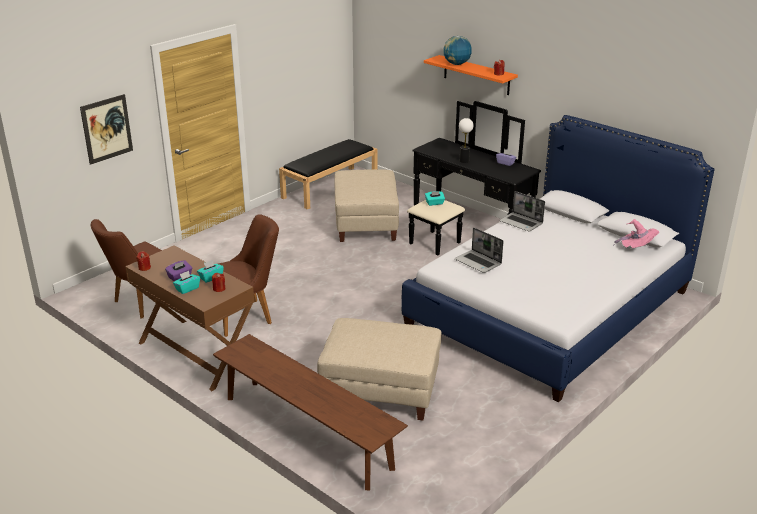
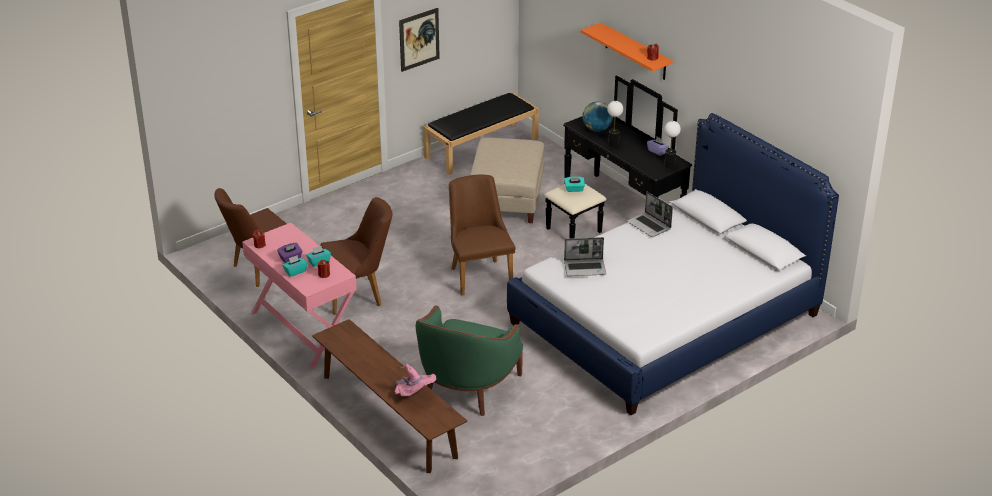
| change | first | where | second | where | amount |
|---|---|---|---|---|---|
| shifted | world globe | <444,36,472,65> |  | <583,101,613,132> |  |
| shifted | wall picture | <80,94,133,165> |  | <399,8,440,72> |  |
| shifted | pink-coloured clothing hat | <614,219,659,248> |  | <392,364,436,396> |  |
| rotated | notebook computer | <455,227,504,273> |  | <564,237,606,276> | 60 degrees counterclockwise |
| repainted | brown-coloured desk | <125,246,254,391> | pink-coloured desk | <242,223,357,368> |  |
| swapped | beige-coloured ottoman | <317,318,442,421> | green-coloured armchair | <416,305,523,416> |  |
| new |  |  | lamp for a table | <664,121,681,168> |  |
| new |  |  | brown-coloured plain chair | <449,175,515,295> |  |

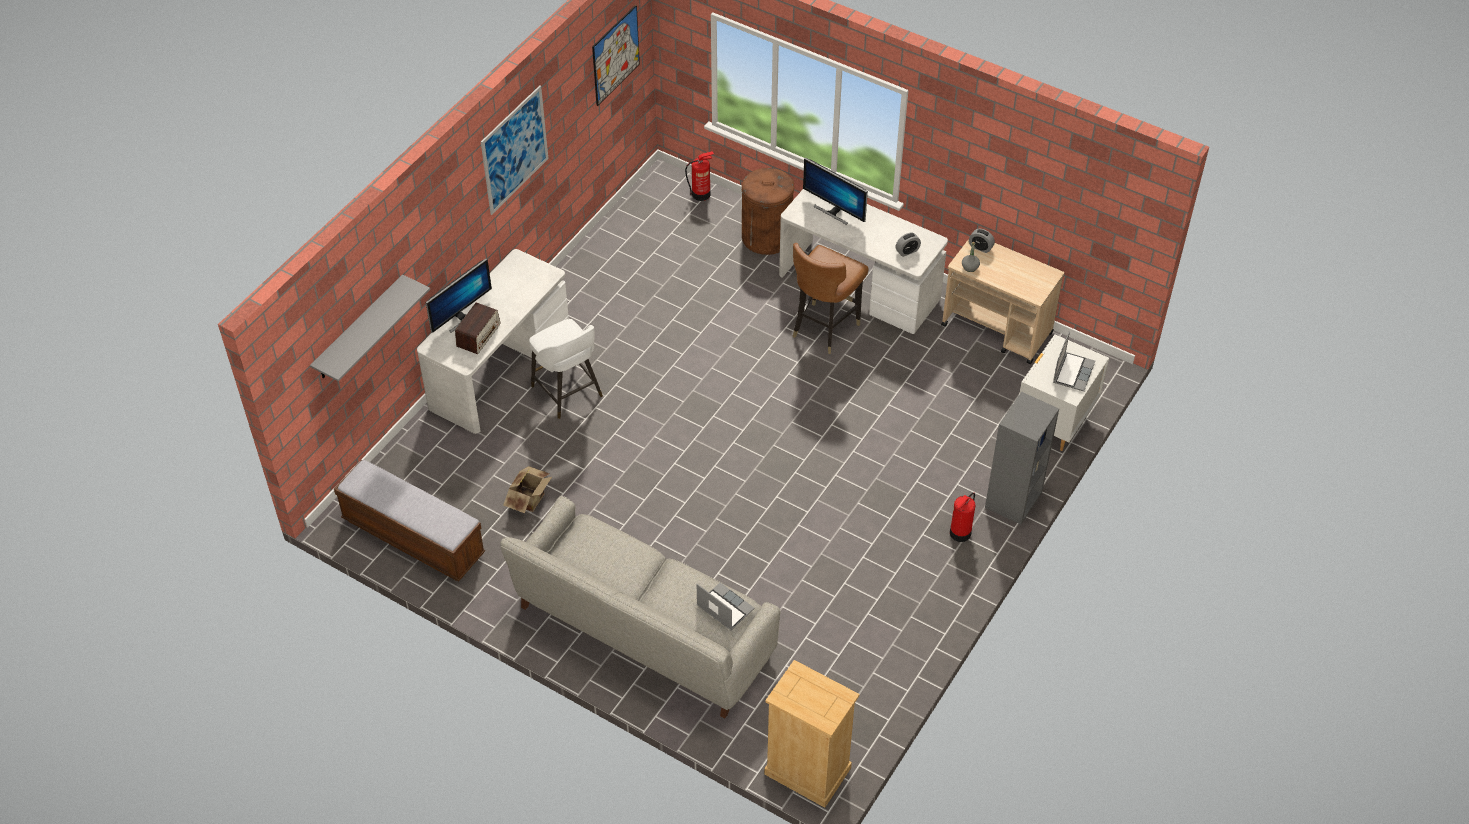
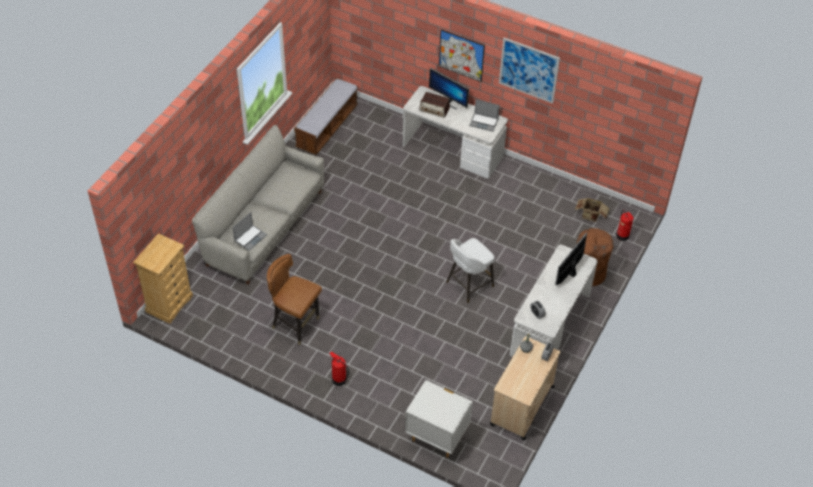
| change | first | where | second | where | amount |
|---|---|---|---|---|---|
| shifted | wall picture | <592,5,640,106> |  | <439,29,485,82> |  |
| shifted | brown-coloured plain chair | <792,243,869,354> |  | <267,254,322,345> |  |
| gone | greyish wall shelf | <310,274,430,381> |  |  |  |
| shifted | whitish stool | <529,319,603,419> |  | <446,238,495,303> |  |
| shifted | notebook computer | <1053,331,1095,392> |  | <469,100,500,132> |  |
| gone | greyish bookshelf | <985,392,1059,525> |  |  |  |
| shifted | carton | <503,466,552,513> |  | <575,198,610,222> |  |

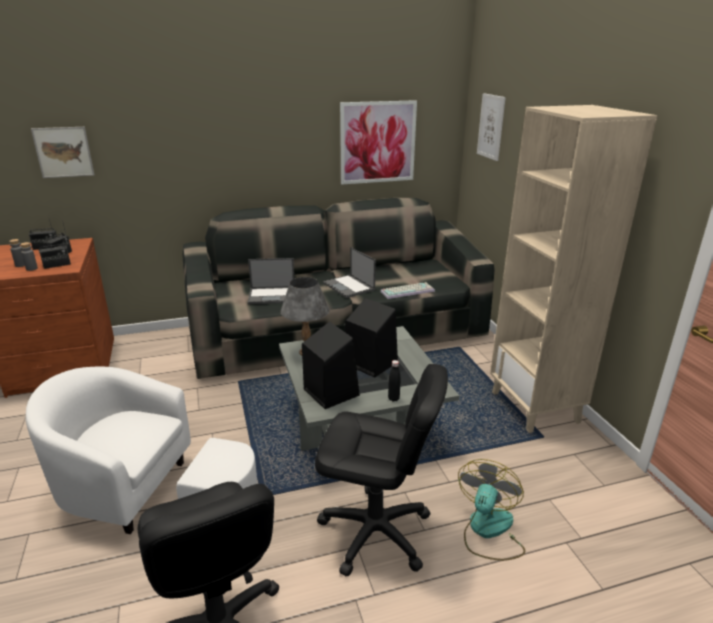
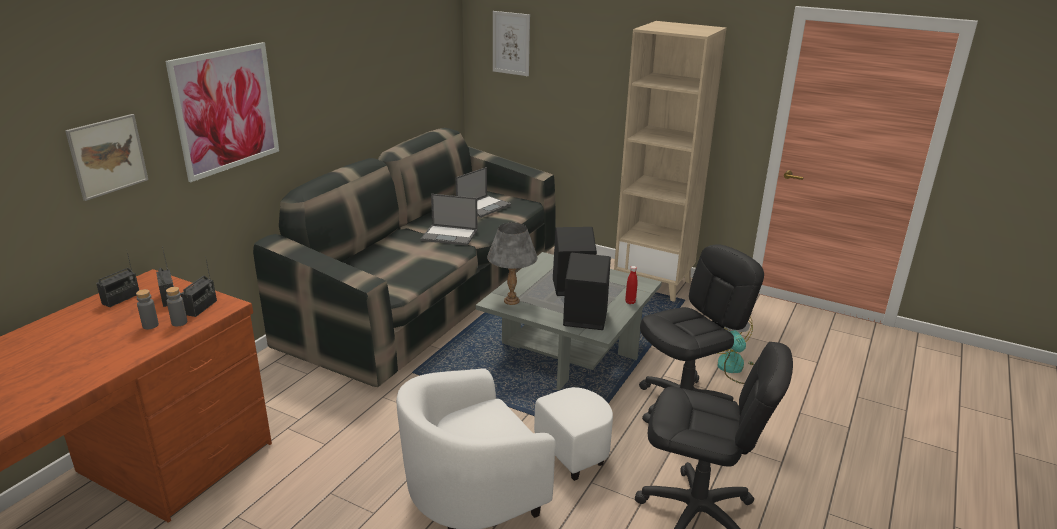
| change | first | where | second | where | amount |
|---|---|---|---|---|---|
| shifted | wall picture | <340,100,417,185> |  | <165,42,279,182> |  |
| shifted | notebook computer | <248,258,294,304> |  | <456,167,511,218> |  |
| gone | keyboard | <380,282,435,299> |  |  |  |
| repainted | black drink bottle | <388,360,401,402> | red-coloured drink bottle | <625,266,637,304> |  |

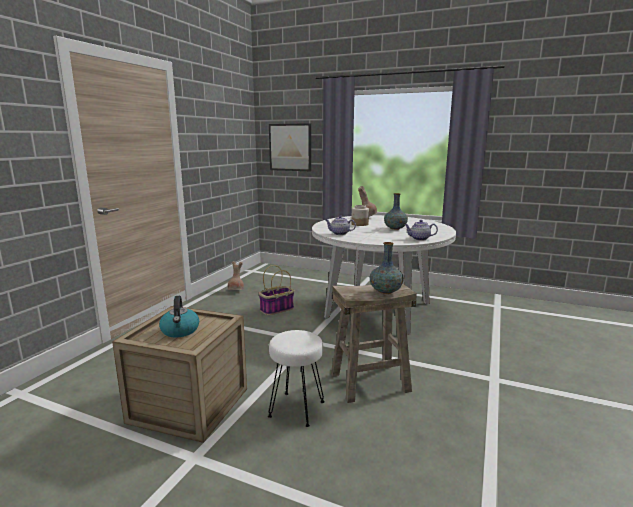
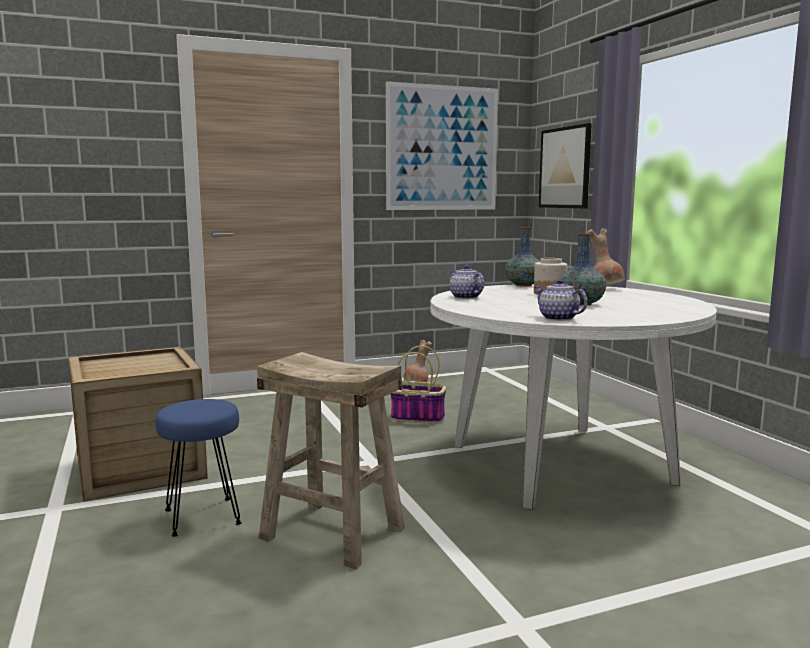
| change | first | where | second | where | amount |
|---|---|---|---|---|---|
| shifted | flower vase | <370,242,404,294> |  | <505,227,540,287> |  |
| gone | kettle | <159,296,199,338> |  |  |  |
| repainted | whitish stool | <268,330,325,427> | bluish stool | <156,399,242,537> |  |
| new |  |  | wall picture | <386,81,498,210> |  |

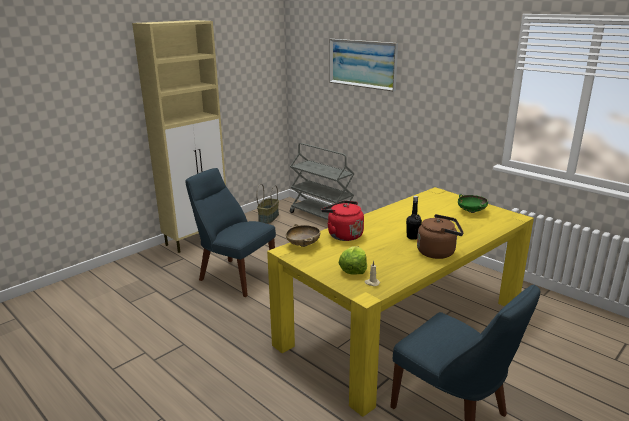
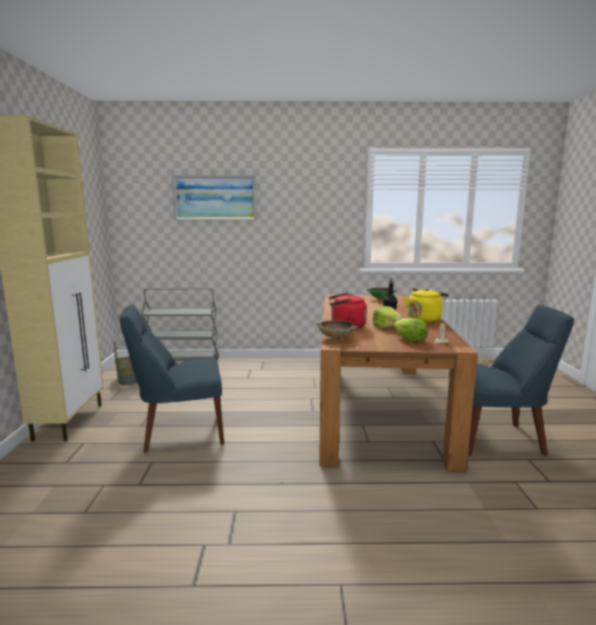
| change | first | where | second | where | amount |
|---|---|---|---|---|---|
| repainted | yellowish dinner table | <267,187,534,417> | brown-coloured dinner table | <319,294,478,472> |  |
| repainted | brown-coloured kettle | <417,214,464,259> | yellowish kettle | <404,288,449,322> |  |
| new |  |  | head of lettuce | <373,306,402,328> |  |

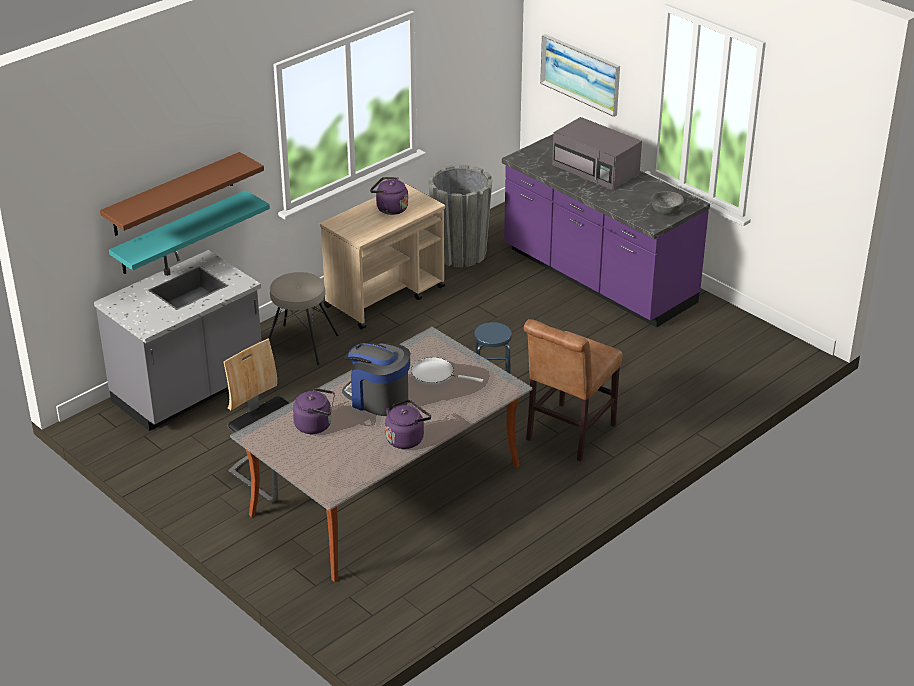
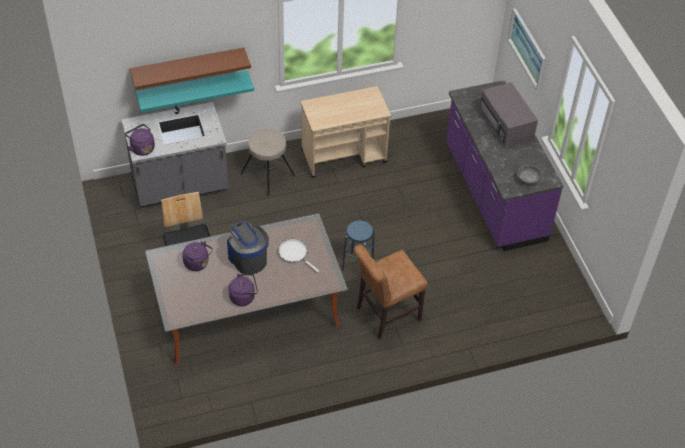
| change | first | where | second | where | amount |
|---|---|---|---|---|---|
| gone | greyish planter | <428,164,492,267> |  |  |  |
| shifted | purple kettle | <370,177,408,215> |  | <125,124,155,156> |  |

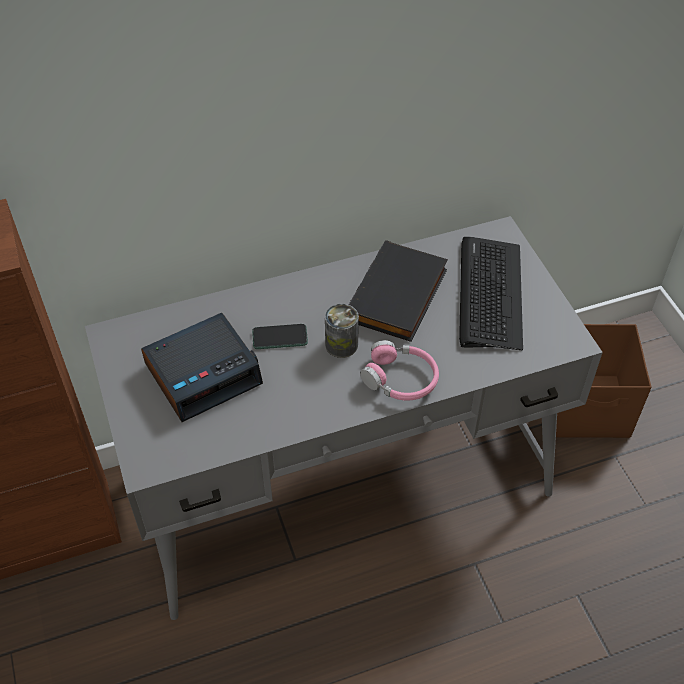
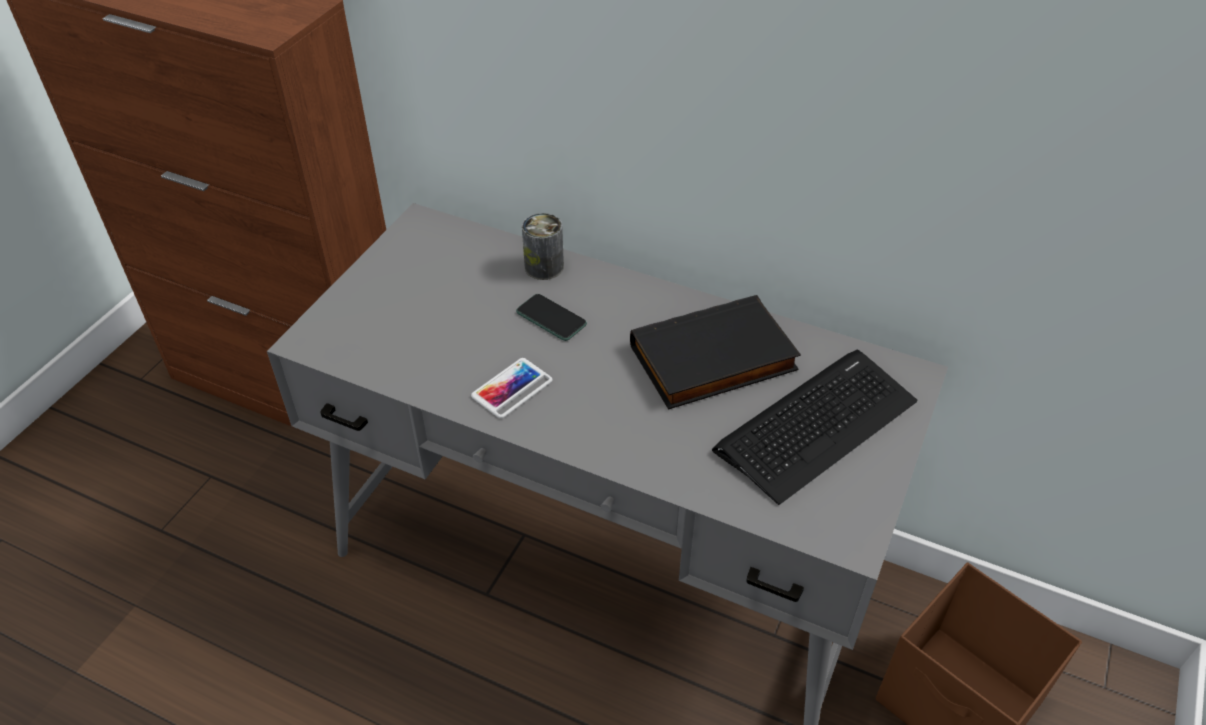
| change | first | where | second | where | amount |
|---|---|---|---|---|---|
| shifted | metal can | <325,304,359,358> |  | <522,213,564,280> |  |
| gone | bedside clock | <141,313,263,422> |  |  |  |
| gone | pink-coloured headphones | <360,340,439,400> |  |  |  |
| new |  |  | handset | <471,358,553,418> |  |

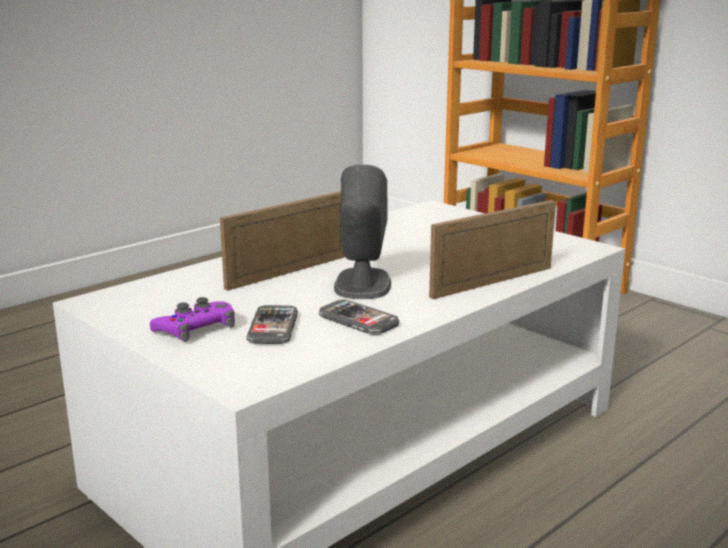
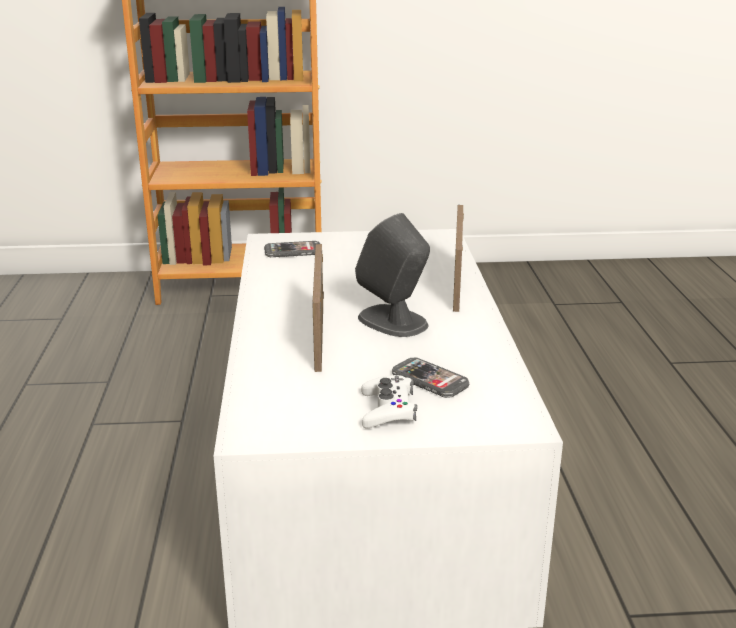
| change | first | where | second | where | amount |
|---|---|---|---|---|---|
| repainted | purple gamepad | <150,297,235,342> | whitish gamepad | <361,375,417,428> |  |
| shifted | handset | <319,300,399,335> |  | <264,241,320,257> |  |

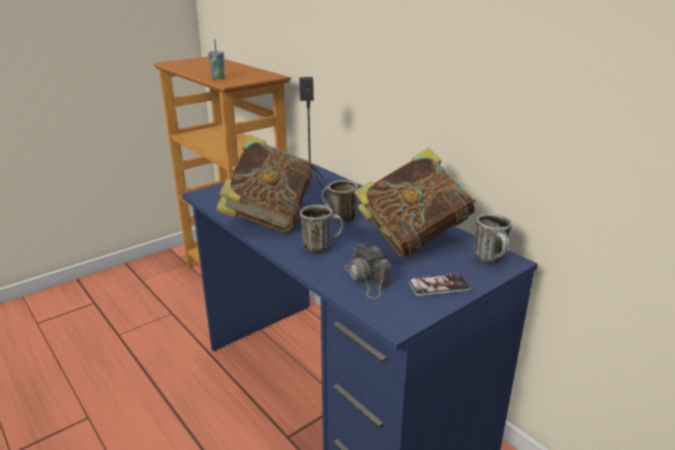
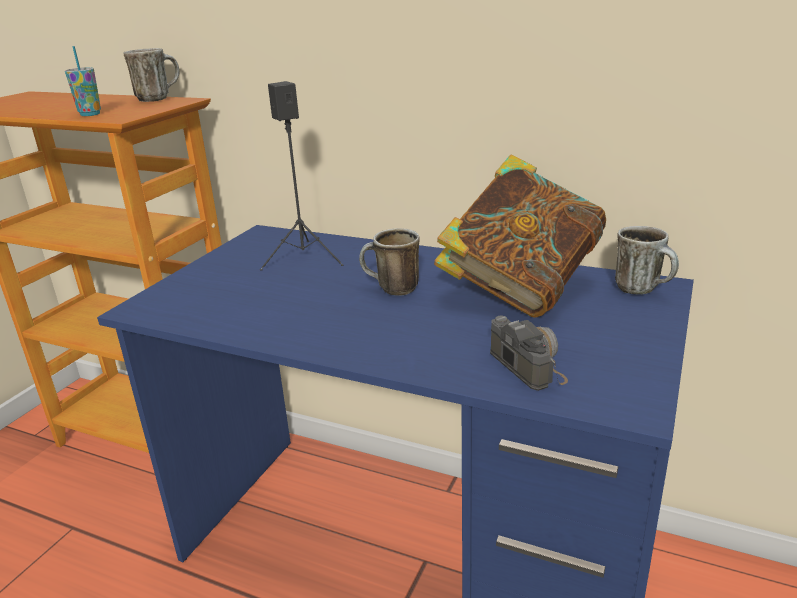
| change | first | where | second | where | amount |
|---|---|---|---|---|---|
| gone | bound book | <216,134,312,233> |  |  |  |
| shifted | tea mug | <300,205,344,253> |  | <123,48,179,102> |  |
| rotated | photo camera | <345,243,391,299> |  | <490,315,568,391> | 150 degrees counterclockwise |
| gone | handset | <409,273,471,296> |  |  |  |

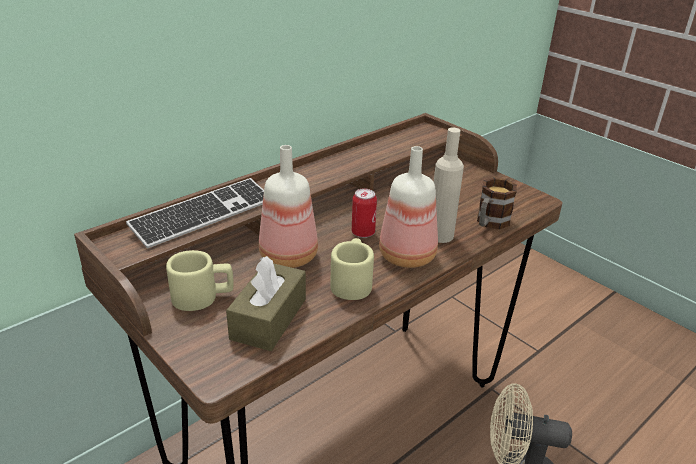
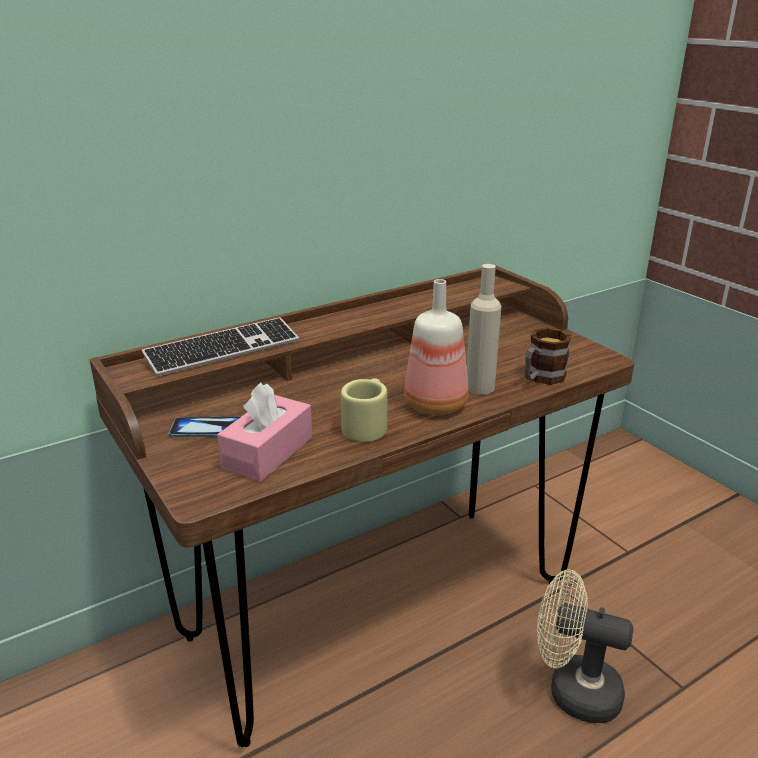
| change | first | where | second | where | amount |
|---|---|---|---|---|---|
| gone | drink bottle | <259,145,318,268> |  |  |  |
| gone | metal can | <352,188,377,238> |  |  |  |
| swapped | beige-coloured tea mug | <166,250,234,311> | handset | <169,417,240,437> |  |
| repainted | brown-coloured tissue holder | <226,256,306,351> | pink-coloured tissue holder | <217,383,312,482> |  |

